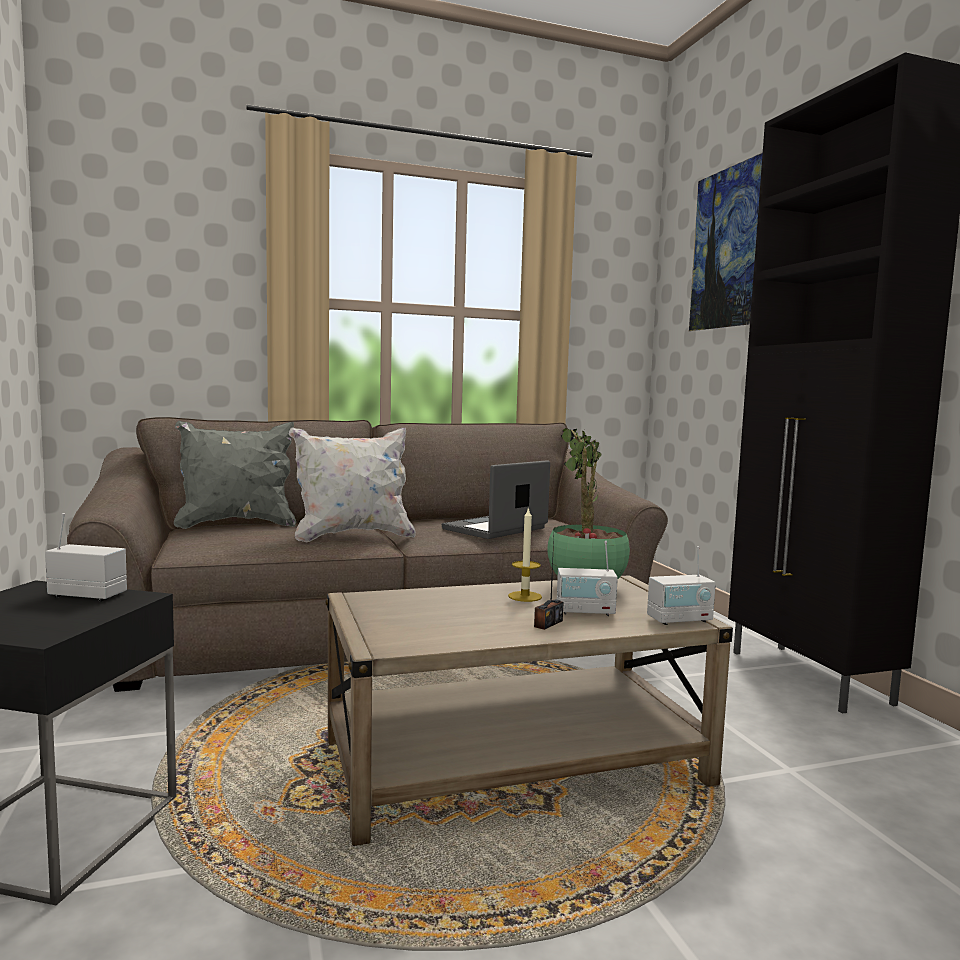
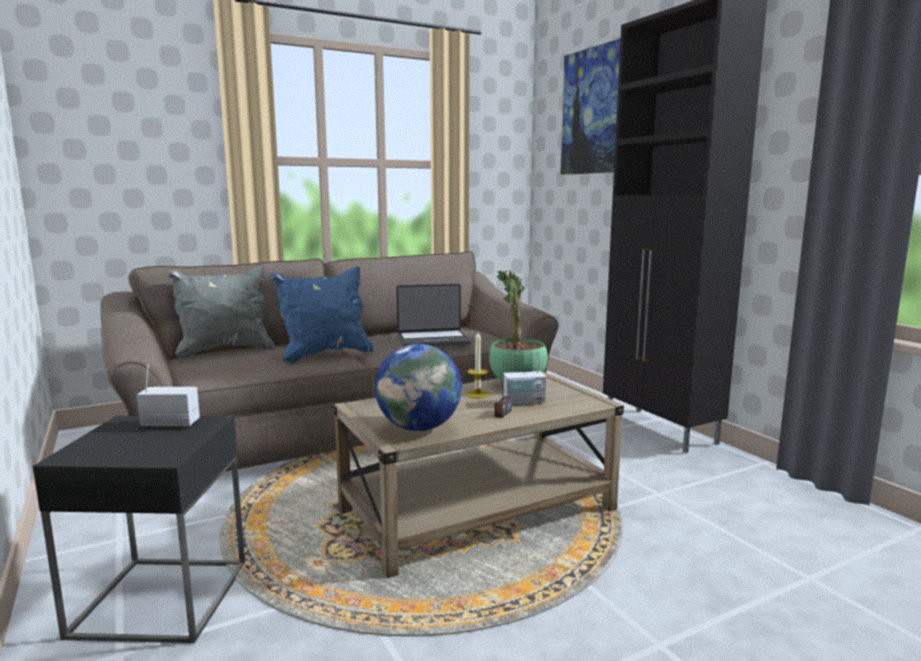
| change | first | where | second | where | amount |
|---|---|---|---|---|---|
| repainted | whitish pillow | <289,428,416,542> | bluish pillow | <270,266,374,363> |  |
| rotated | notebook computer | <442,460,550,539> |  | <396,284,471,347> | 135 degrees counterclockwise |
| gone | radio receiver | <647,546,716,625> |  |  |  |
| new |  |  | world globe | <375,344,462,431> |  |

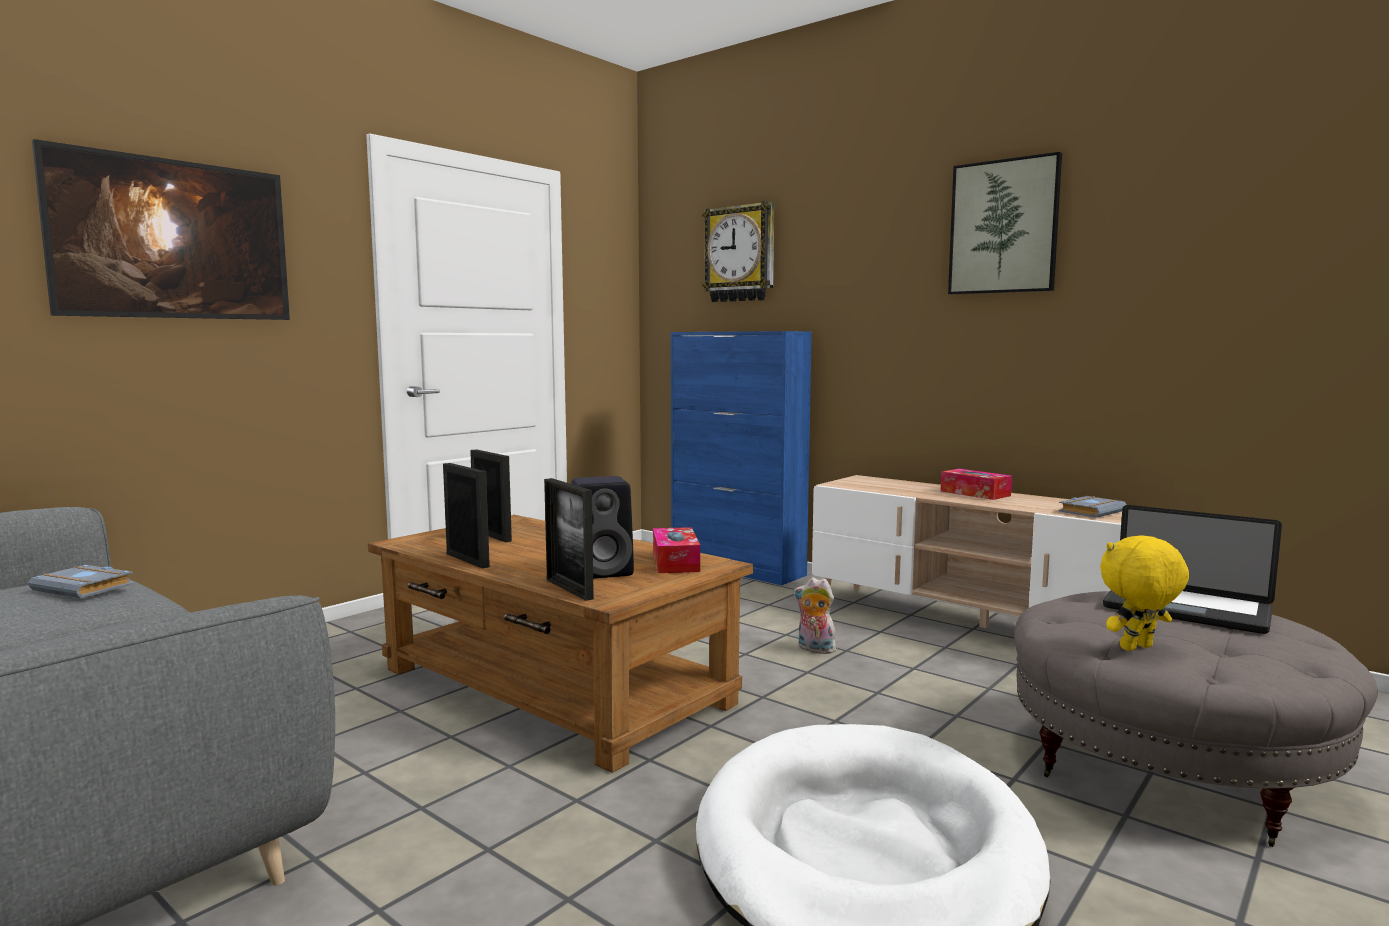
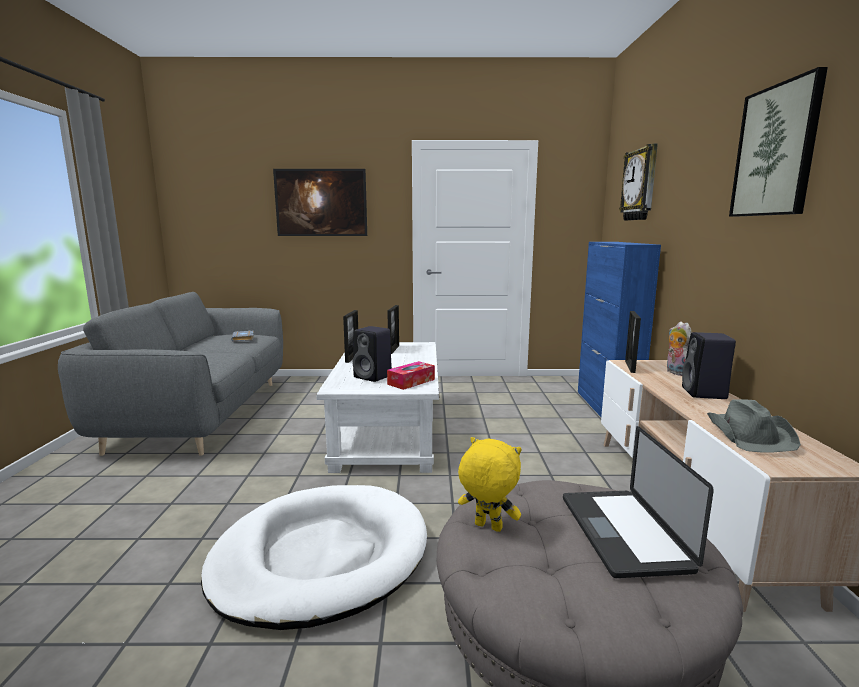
| change | first | where | second | where | amount |
|---|---|---|---|---|---|
| swapped | tissue holder | <941,469,1012,500> | black speaker | <682,332,736,399> |  |
| shifted | standing frame | <544,478,594,601> |  | <625,311,641,373> |  |
| swapped | greyish bound book | <1059,496,1127,518> | greyish clothing hat | <707,399,801,453> |  |
| repainted | brown-coloured lounge table | <368,515,753,773> | whitish lounge table | <316,342,439,473> |  |
| shifted | cuddly toy | <794,577,838,654> |  | <667,321,692,376> |  |

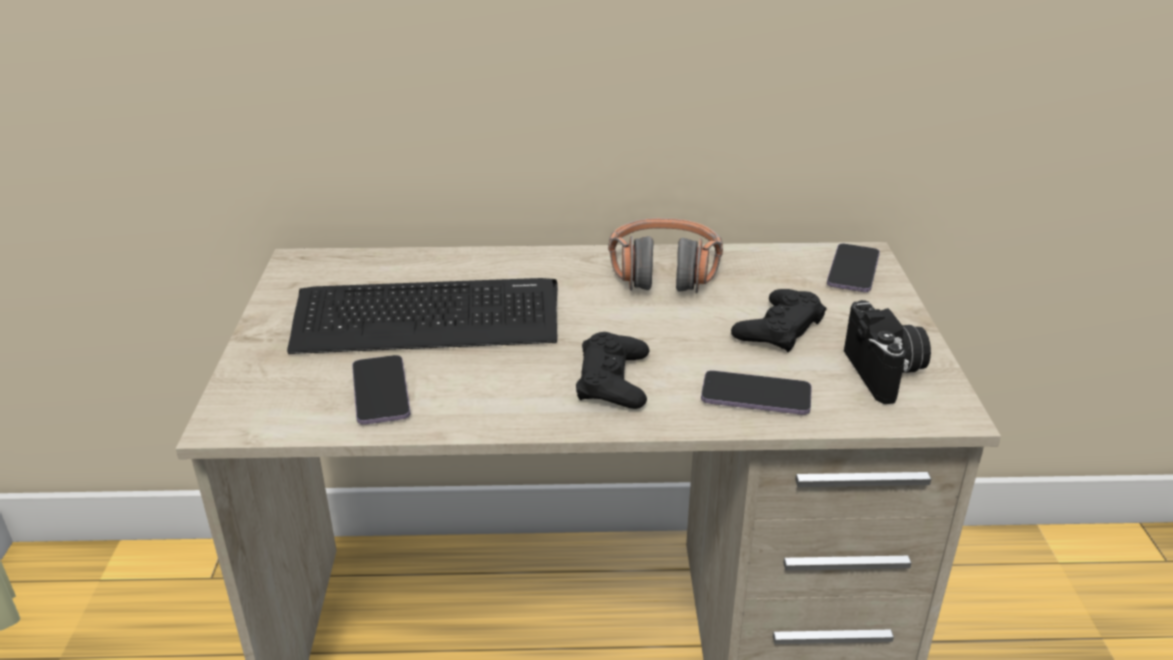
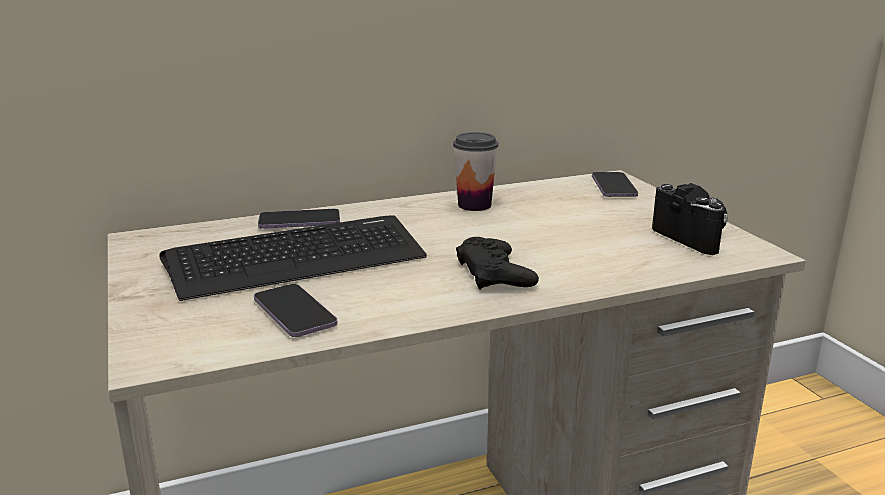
| change | first | where | second | where | amount |
|---|---|---|---|---|---|
| swapped | headphones | <608,218,723,293> | cup | <453,132,498,211> |  |
| gone | black gamepad | <731,289,827,352> |  |  |  |
| shifted | handset | <701,371,812,415> |  | <258,209,340,229> |  |

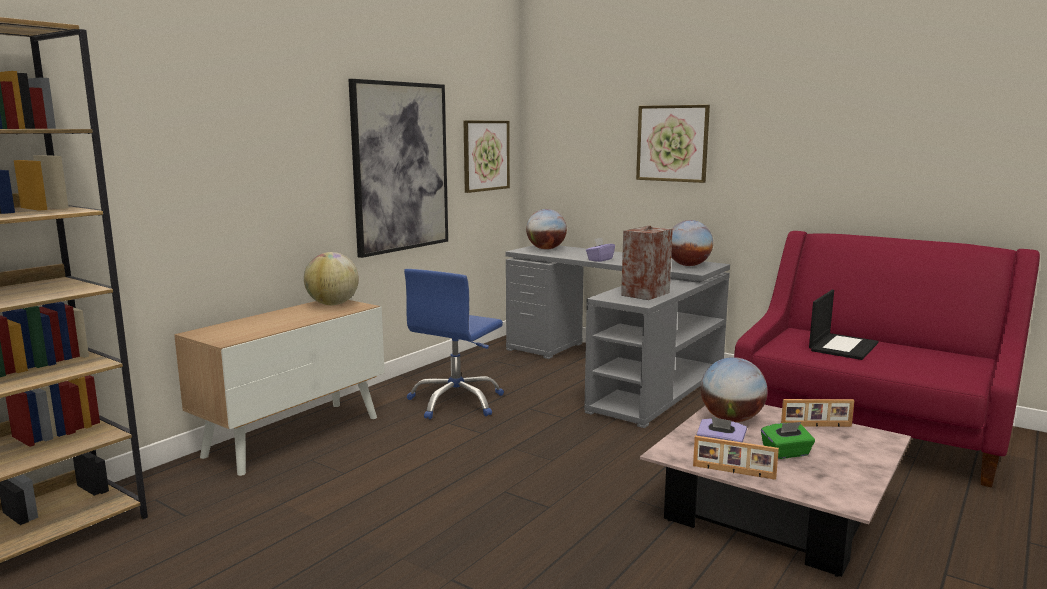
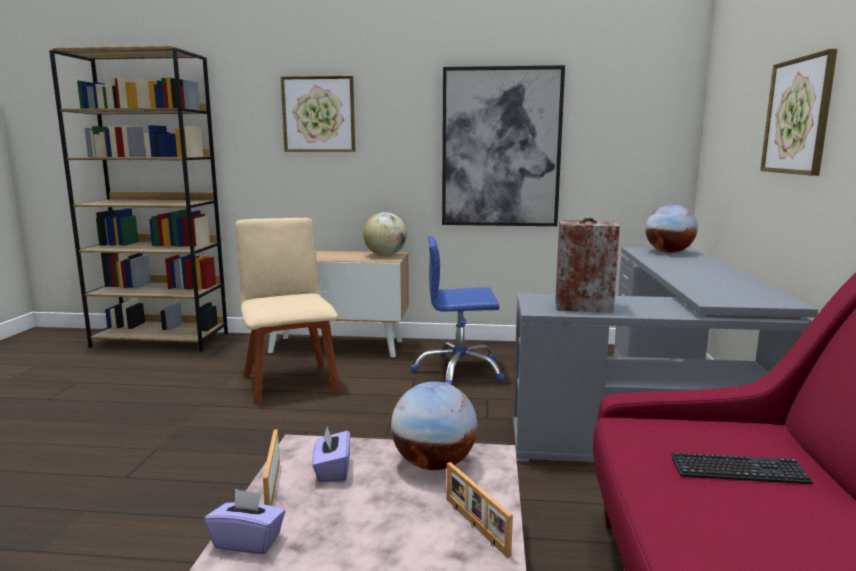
| change | first | where | second | where | amount |
|---|---|---|---|---|---|
| shifted | wall picture | <463,120,510,193> |  | <281,76,355,152> |  |
| gone | world globe | <671,220,713,266> |  |  |  |
| shifted | purple tissue holder | <586,238,615,262> |  | <204,489,285,554> |  |
| swapped | notebook computer | <809,290,878,360> | keyboard | <671,452,813,484> |  |
| gone | green-coloured tissue holder | <761,422,815,459> |  |  |  |
| new |  |  | beige-coloured plain chair | <236,218,340,403> |  |

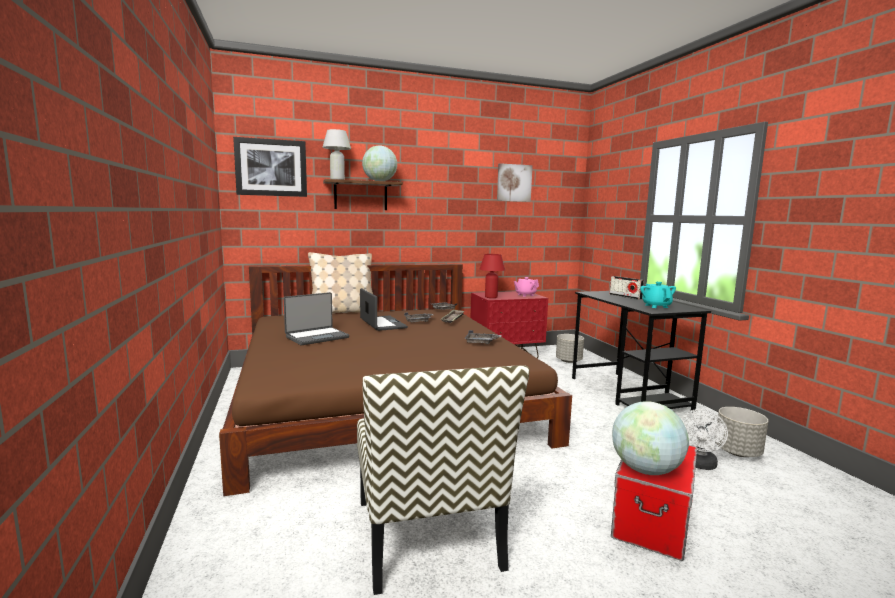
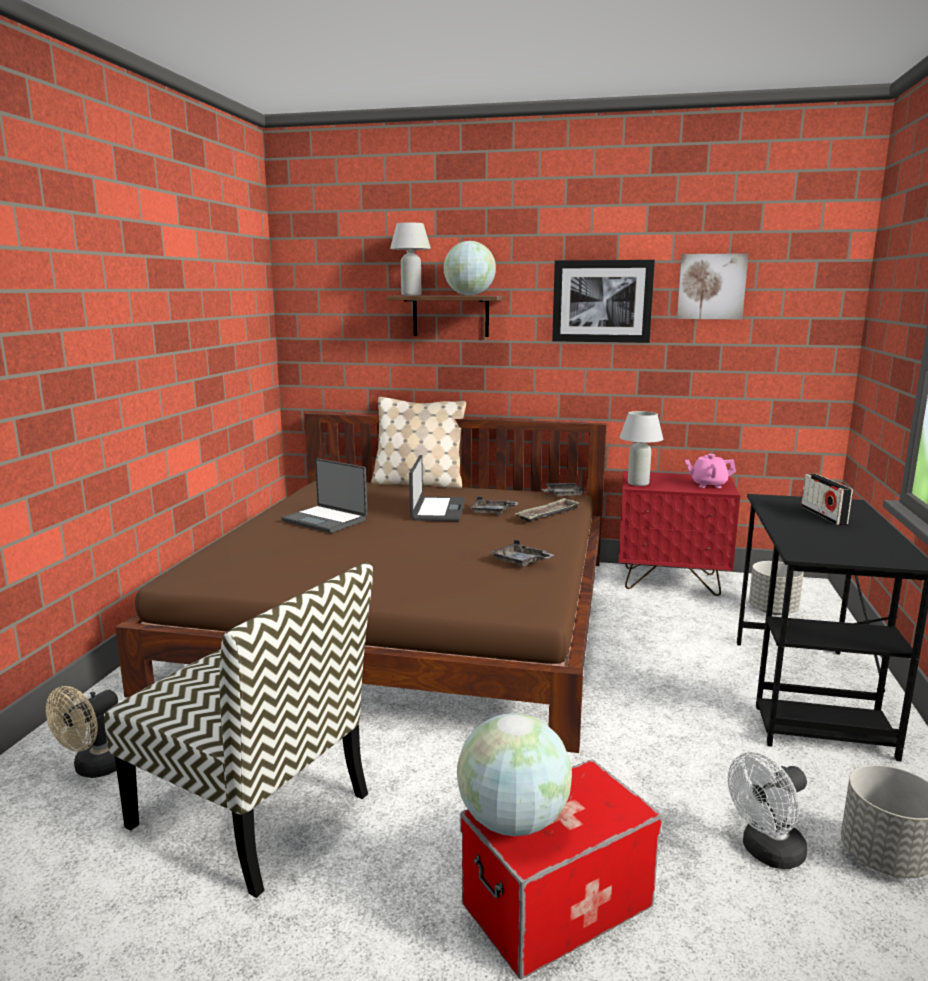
| change | first | where | second | where | amount |
|---|---|---|---|---|---|
| shifted | wall picture | <233,137,307,197> |  | <552,260,655,343> |  |
| repainted | red-coloured lamp for a table | <480,254,505,298> | whitish lamp for a table | <619,411,663,486> |  |
| gone | blue-green tea pot | <640,282,676,308> |  |  |  |
| rotated | notebook computer | <284,292,349,345> |  | <282,459,367,533> | 45 degrees clockwise |
| rotated | plain chair | <357,365,530,595> |  | <104,563,373,898> | 75 degrees counterclockwise |
| new |  |  | beige-coloured fan | <46,686,118,778> |  |

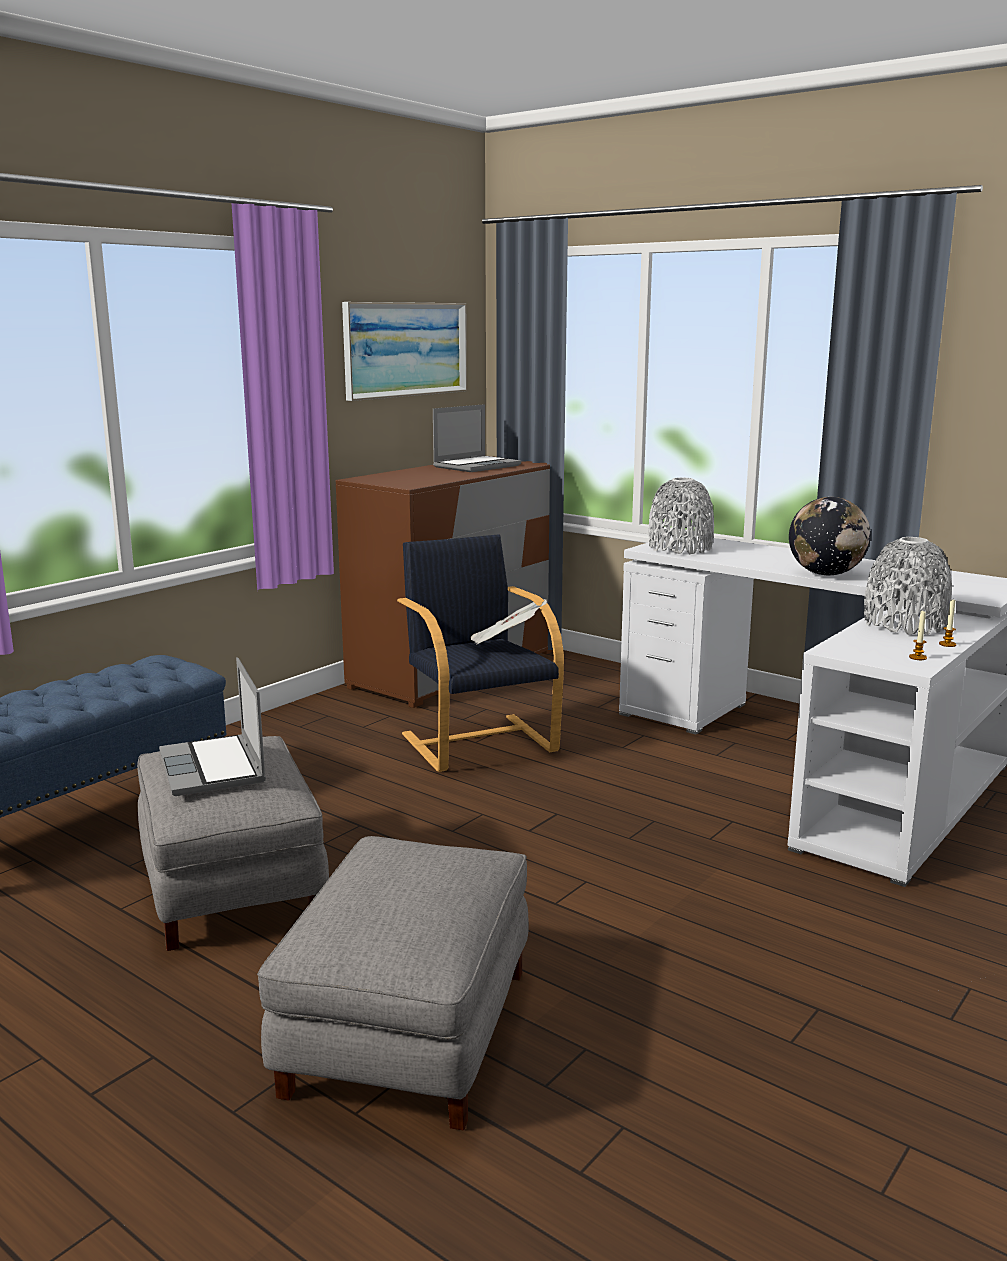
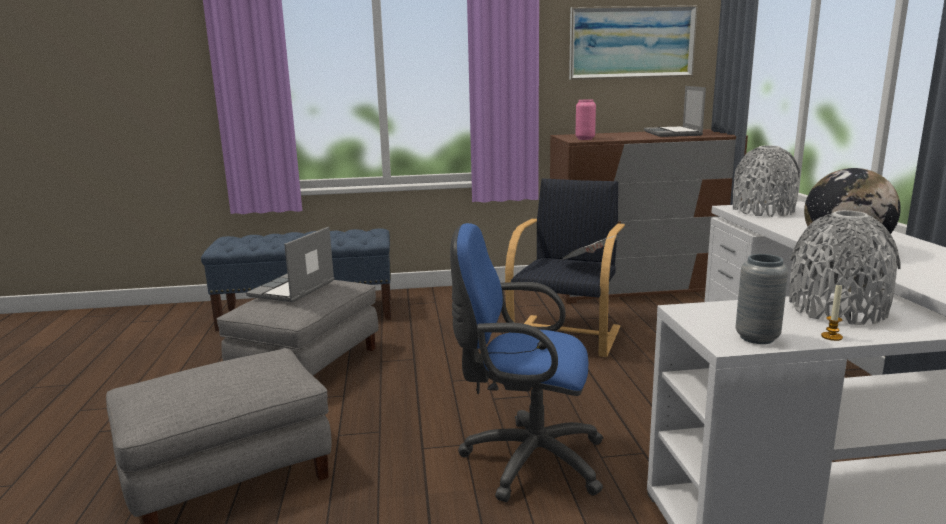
| change | first | where | second | where | amount |
|---|---|---|---|---|---|
| rotated | notebook computer | <433,404,521,472> |  | <644,86,706,137> | 90 degrees clockwise |
| swapped | wax candle | <909,610,927,660> | greyish flower vase | <735,254,788,344> |  |
| new |  |  | pink-coloured flower vase | <575,100,596,140> |  |
| new |  |  | bluish office chair | <450,223,603,502> |  |

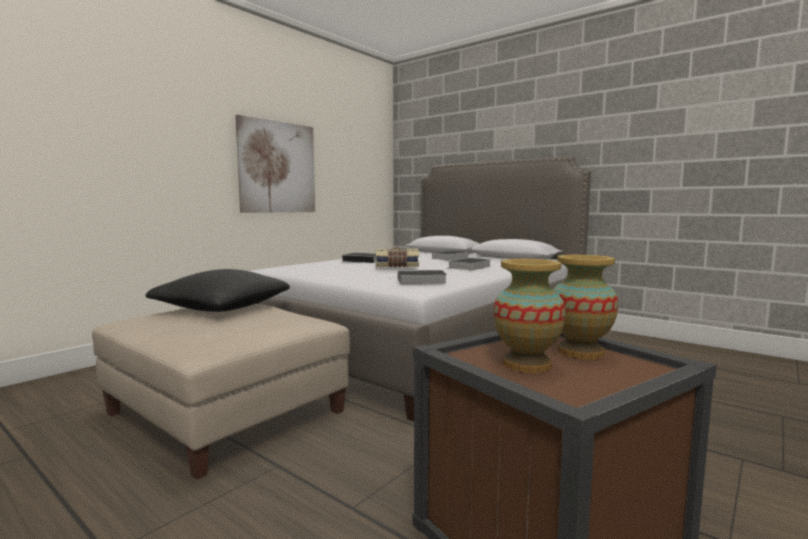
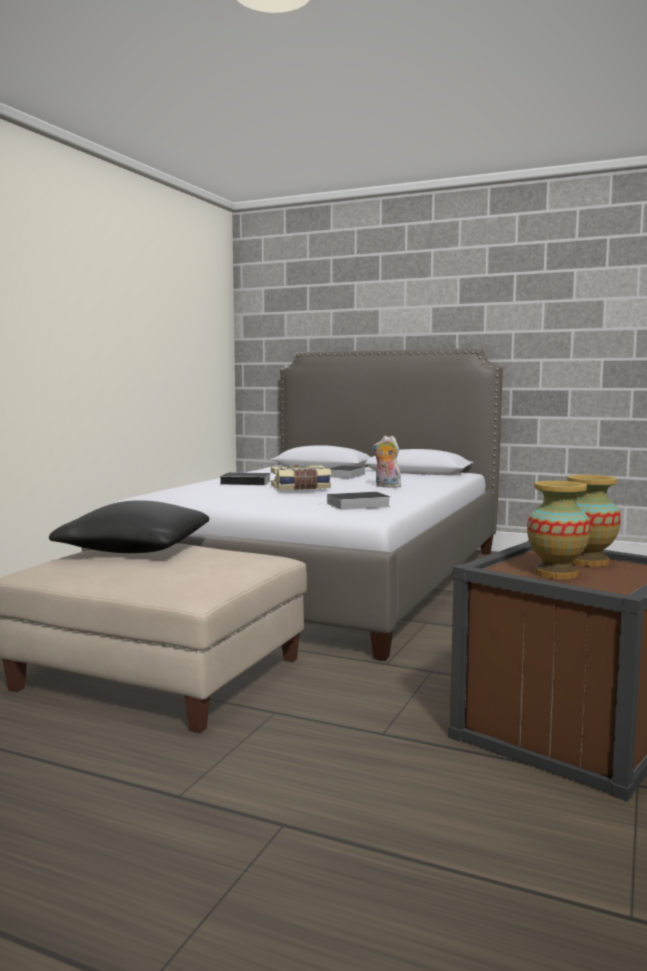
| change | first | where | second | where | amount |
|---|---|---|---|---|---|
| gone | wall picture | <235,115,315,213> |  |  |  |
| swapped | bound book | <449,258,491,271> | cuddly toy | <373,436,401,488> |  |

